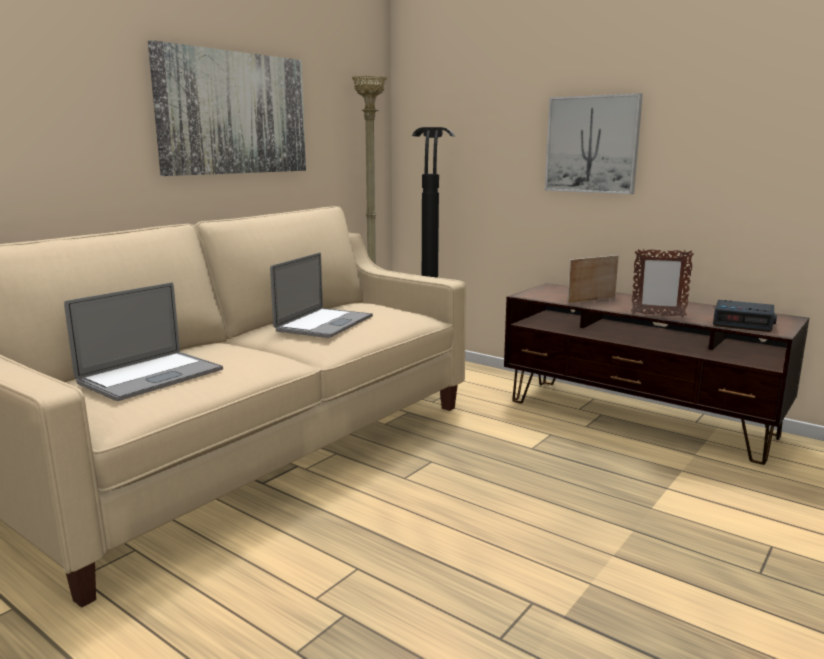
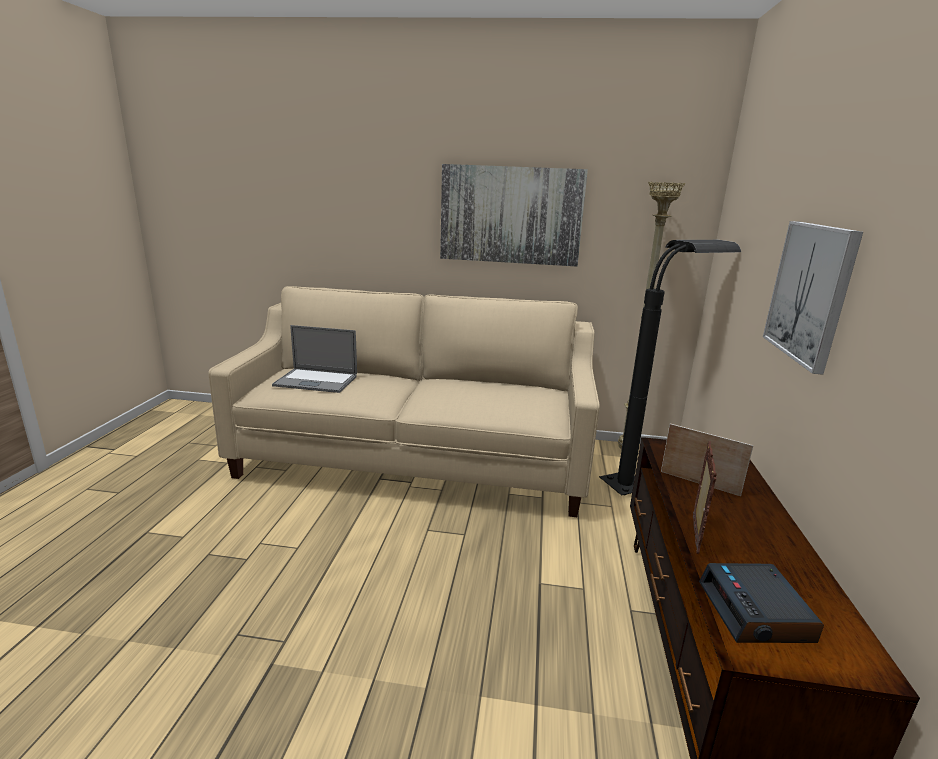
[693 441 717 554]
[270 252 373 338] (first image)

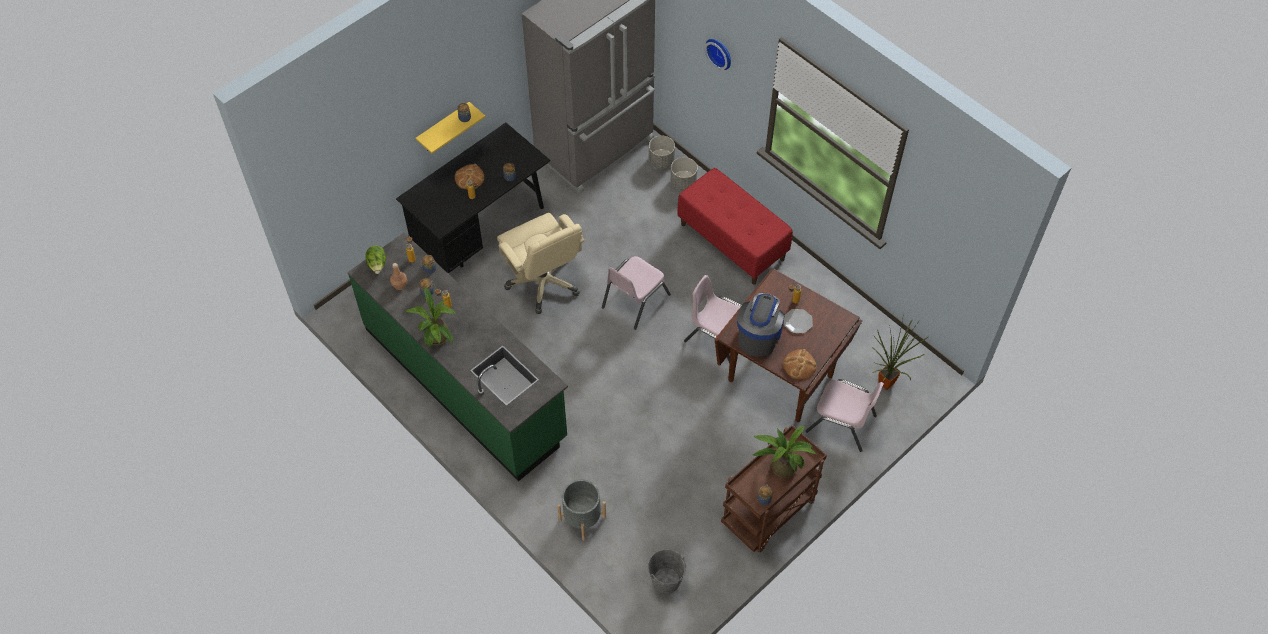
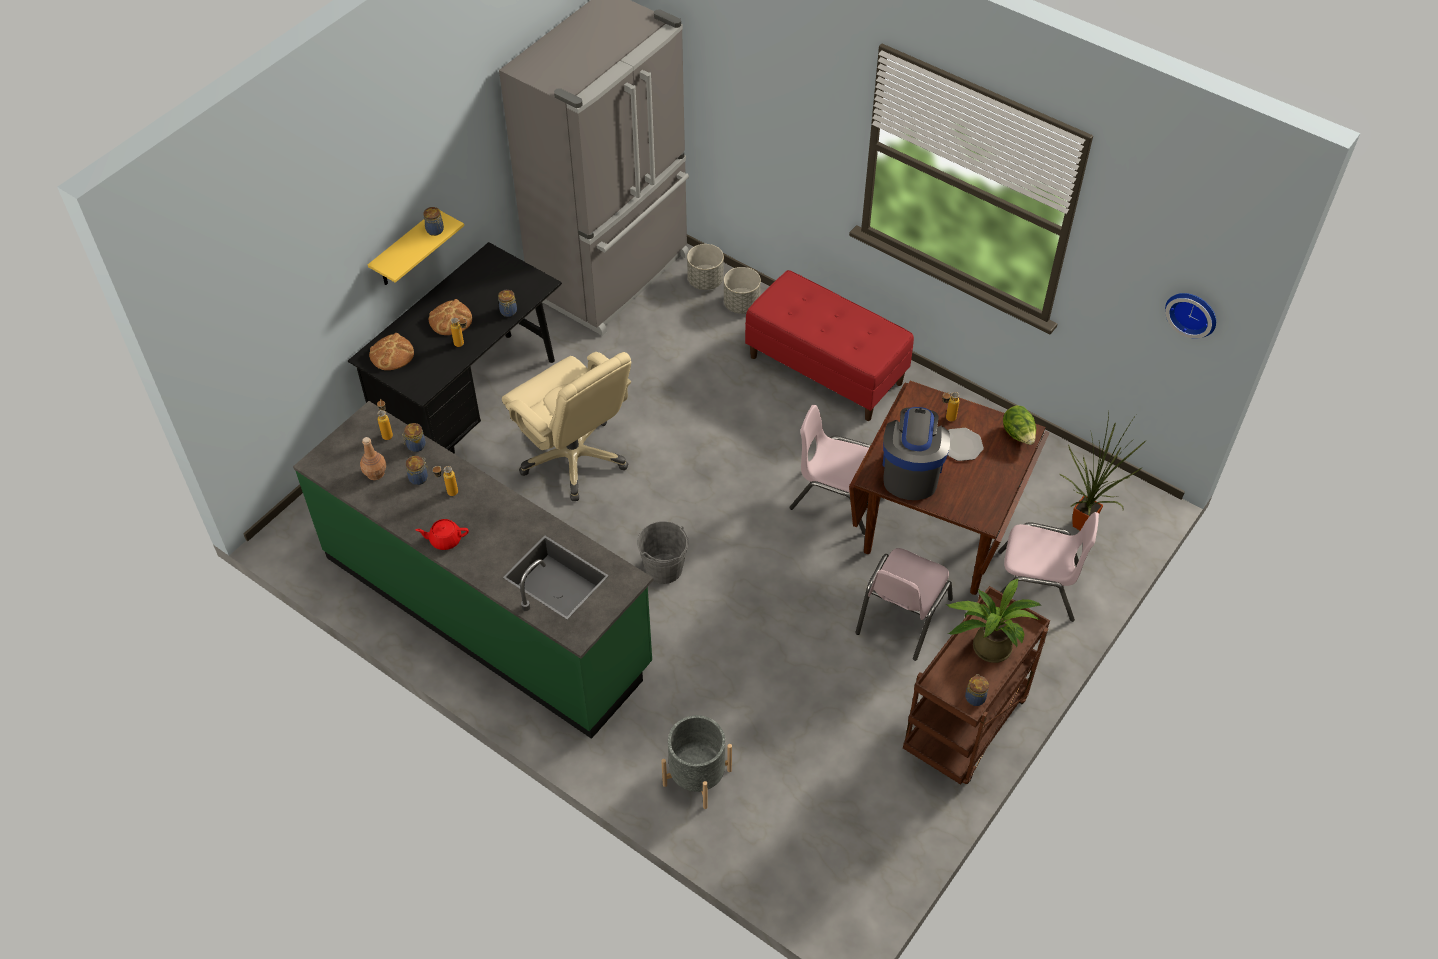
[369 333 414 370]
[416 519 469 550]
[637 521 688 584]
[855 548 953 661]
[1003 405 1036 445]
[1165 293 1216 339]

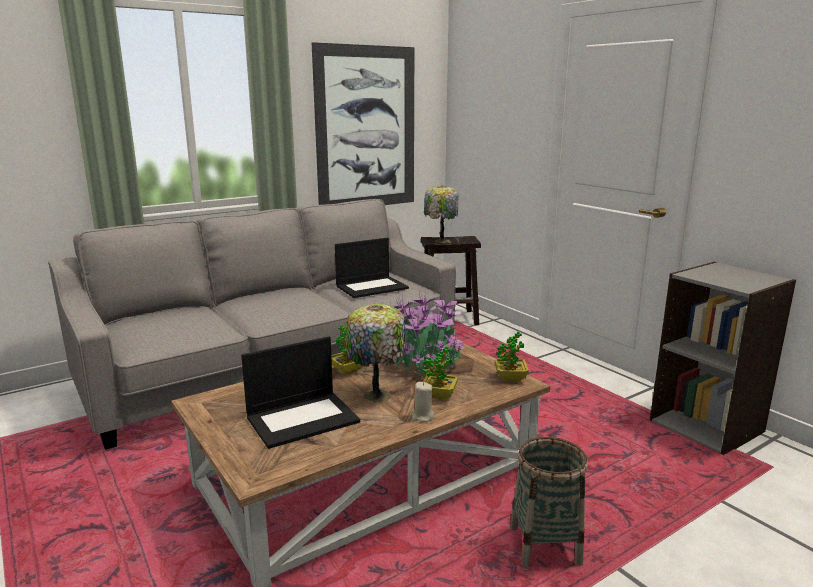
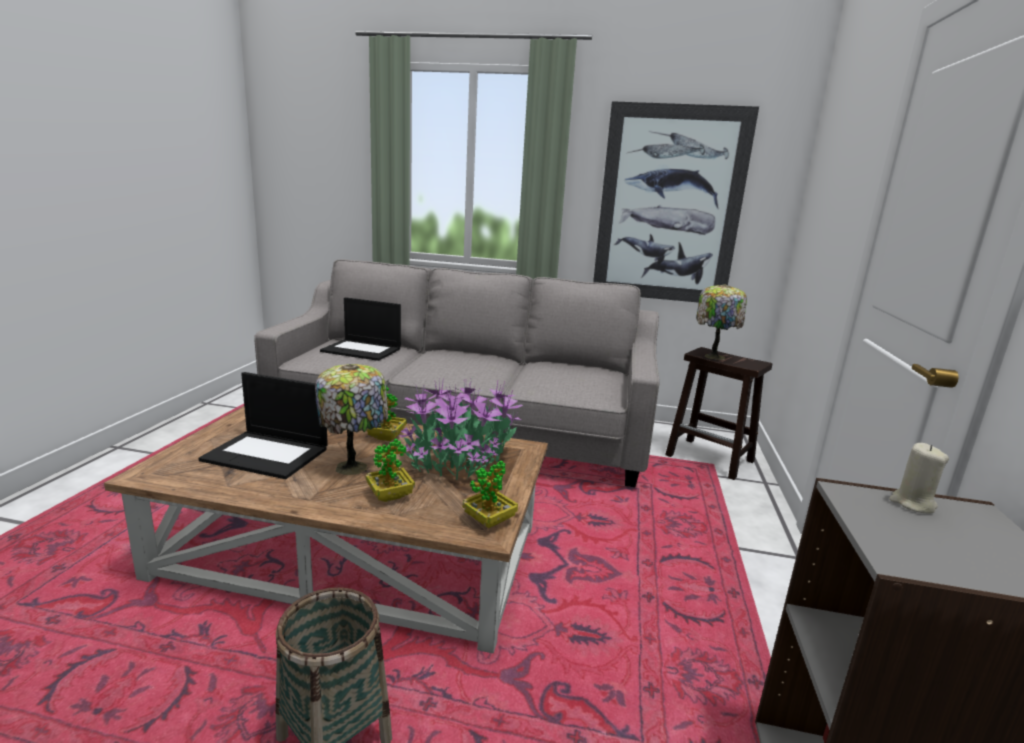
[320 297 401 361]
[889 443 949 513]

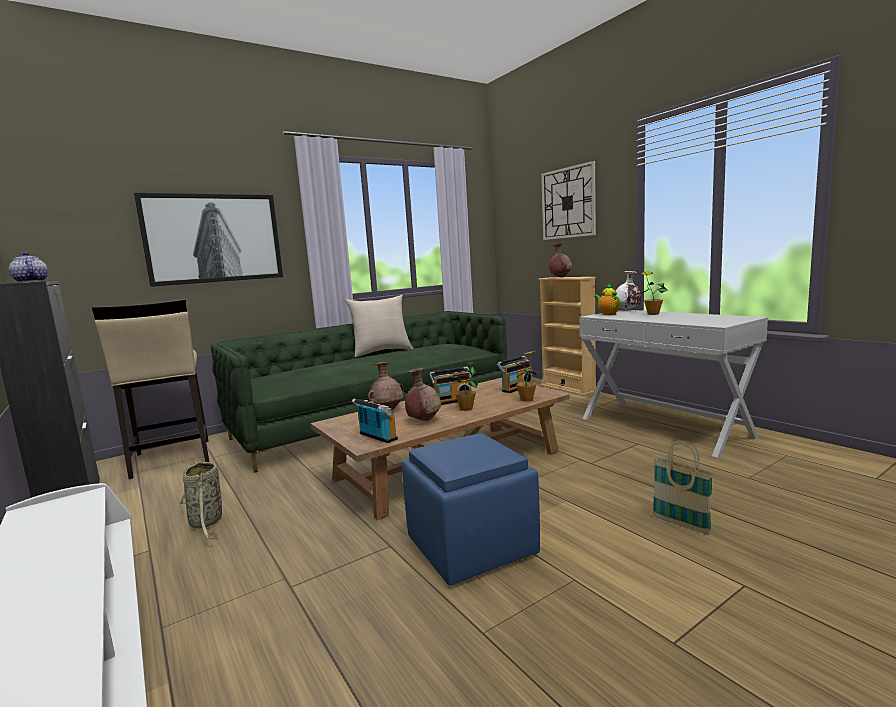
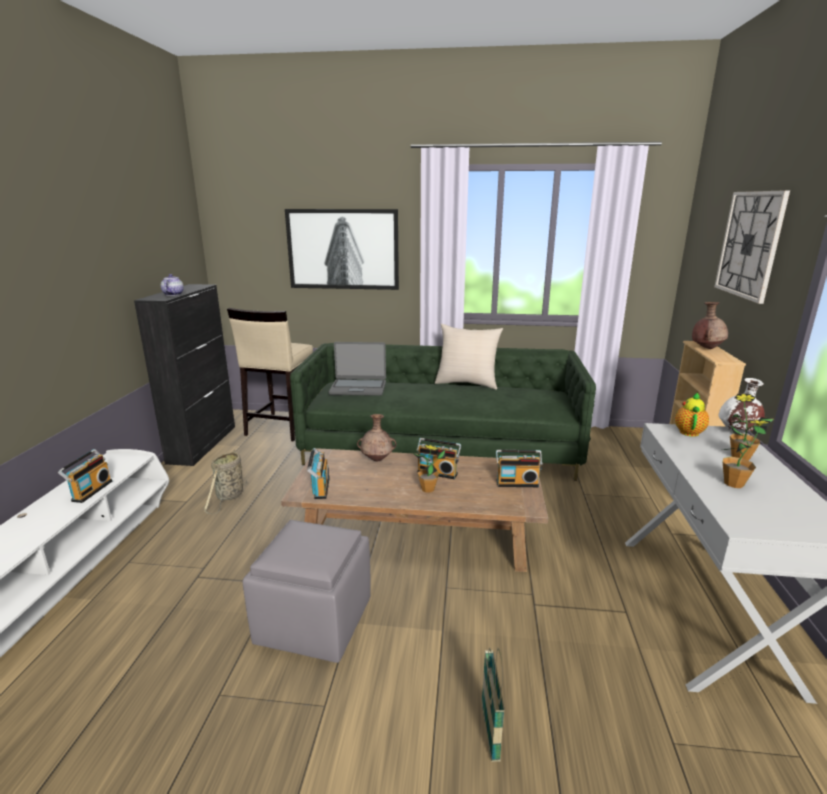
[58 449 112 503]
[243 520 371 663]
[329 342 386 396]
[723 420 770 488]
[405 368 441 421] (first image)

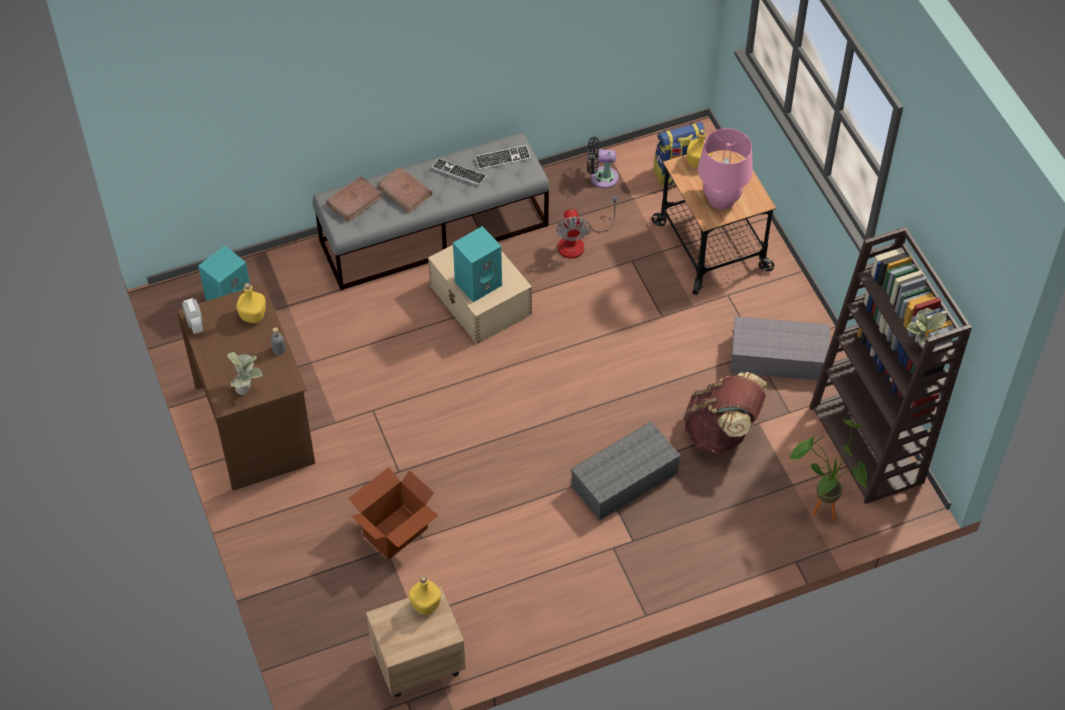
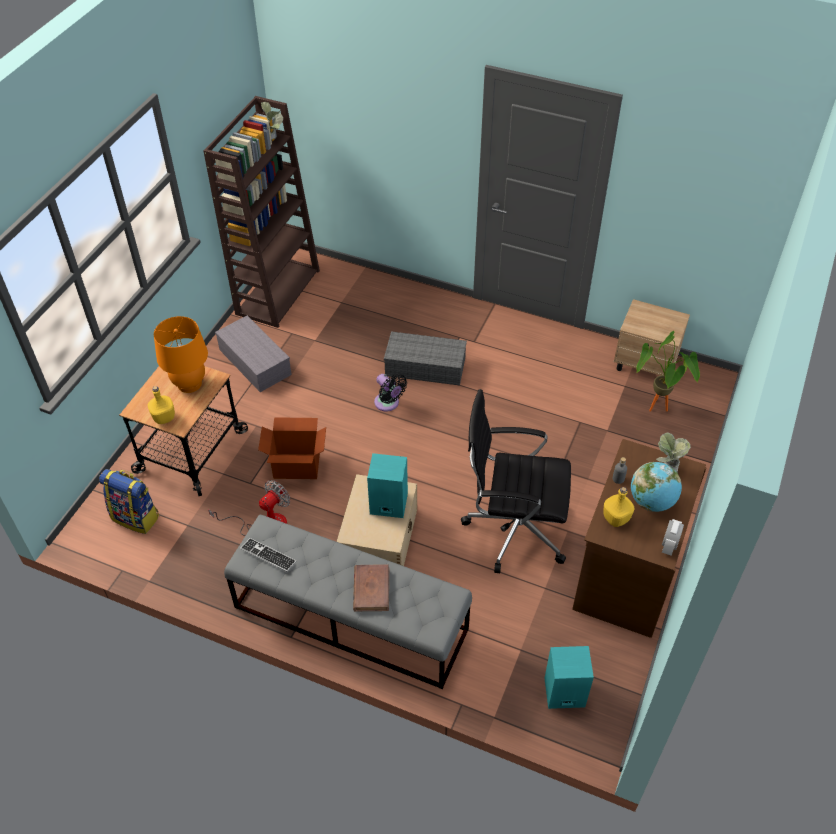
[154 316 208 393]
[258 417 326 479]
[374 374 407 411]
[461 389 571 573]
[631 462 682 512]
[636 331 700 412]
[326 176 383 222] (first image)
[409 576 441 615] (first image)
[432 158 487 185] (first image)
[684 372 767 455] (first image)

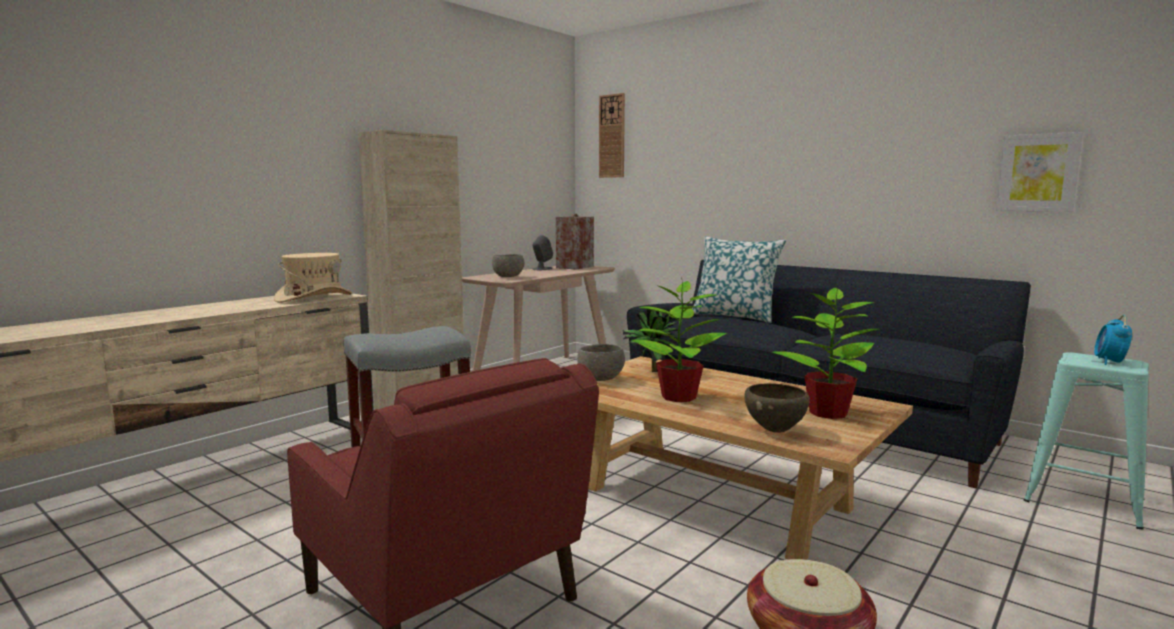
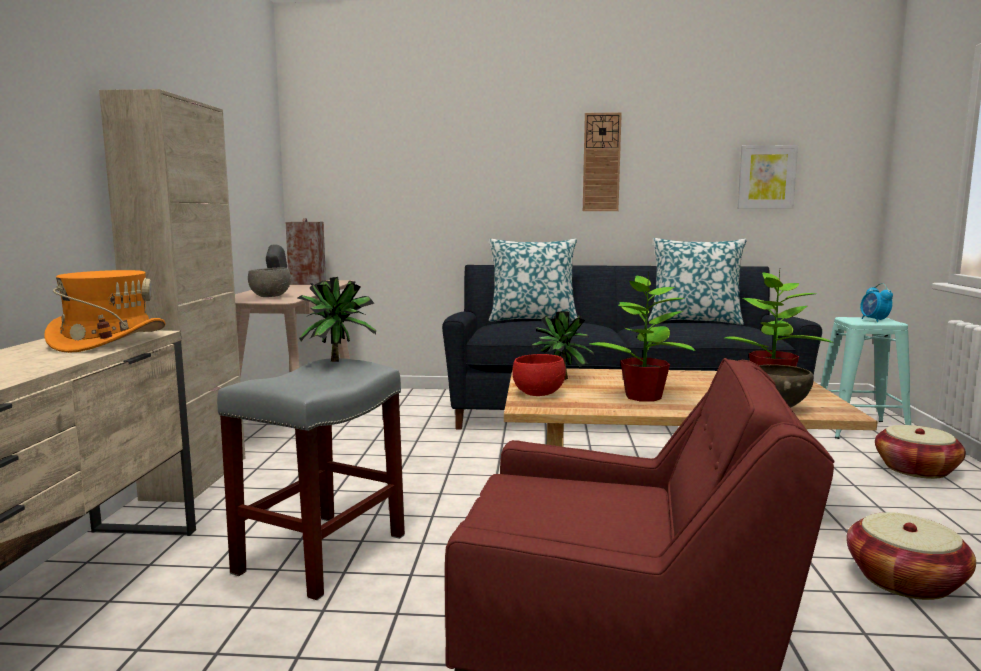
[44 270 166 353]
[297 277 376 362]
[512 354 566 396]
[583 112 622 211]
[648 238 747 325]
[875 425 966 479]

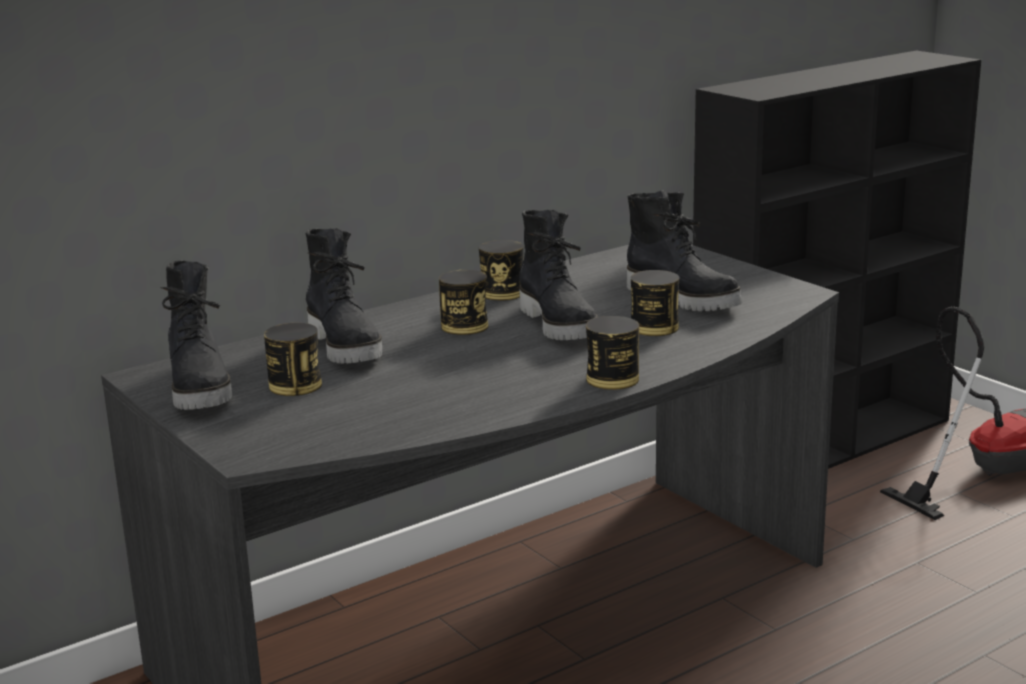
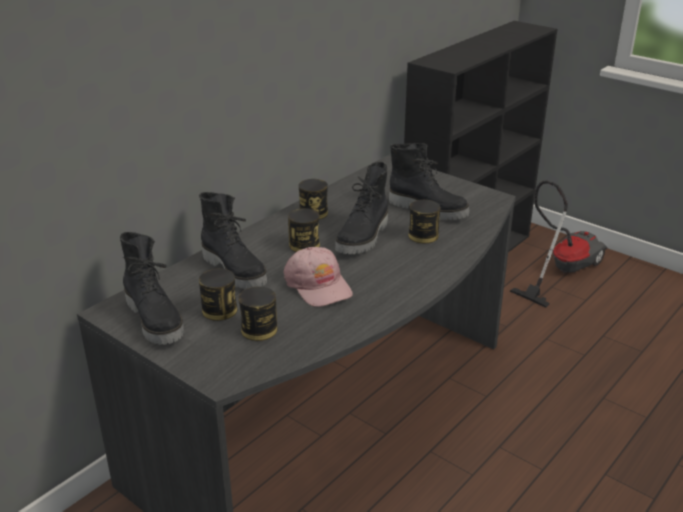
[239 287 277 341]
[284 247 353 307]
[335 162 388 254]

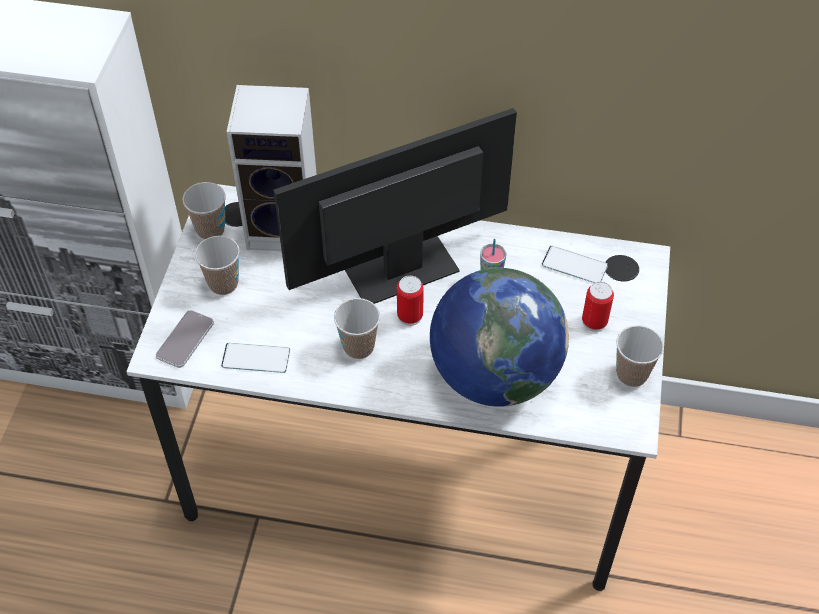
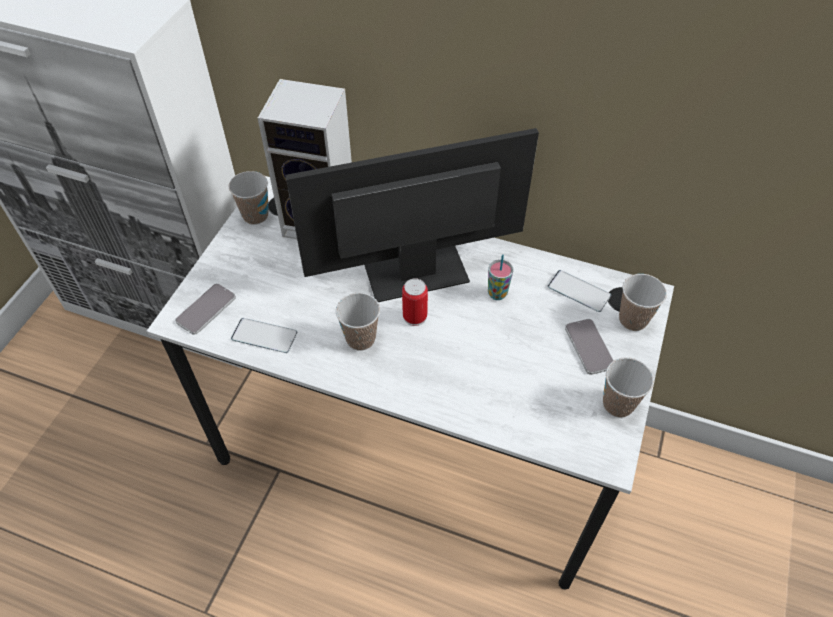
[565 319 614 375]
[619 274 667 331]
[430 268 569 407] (first image)

